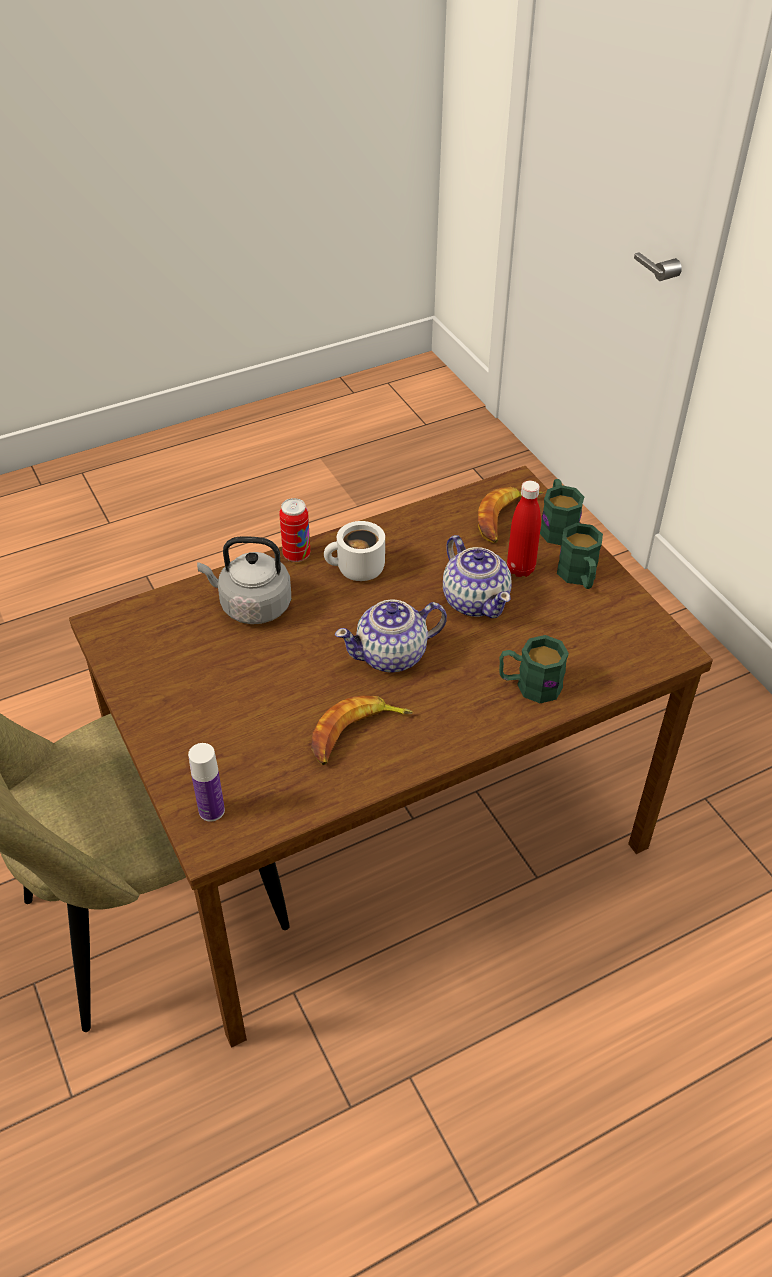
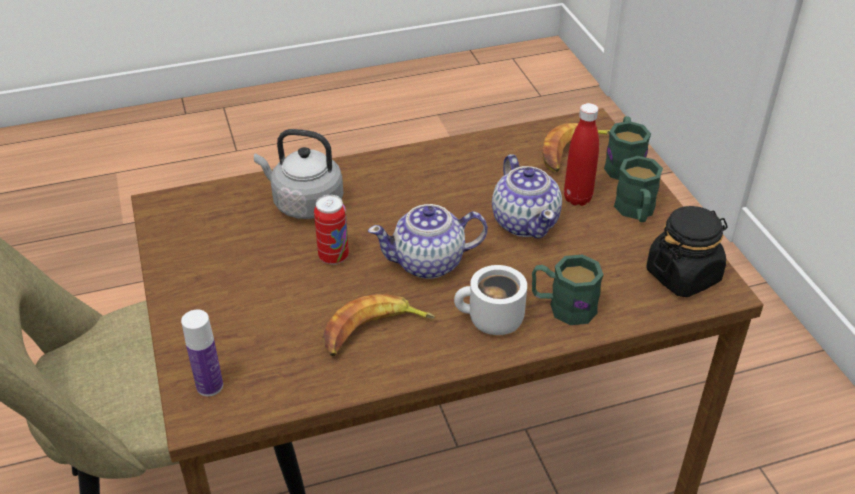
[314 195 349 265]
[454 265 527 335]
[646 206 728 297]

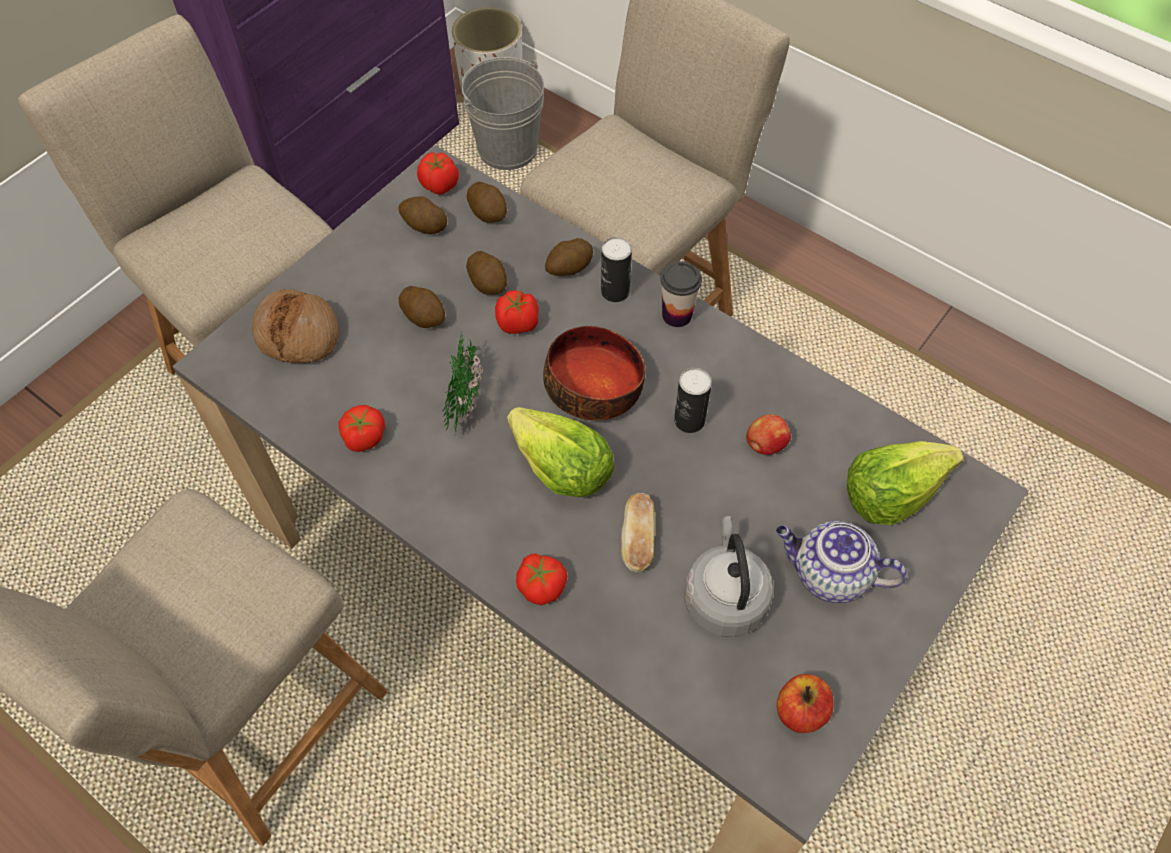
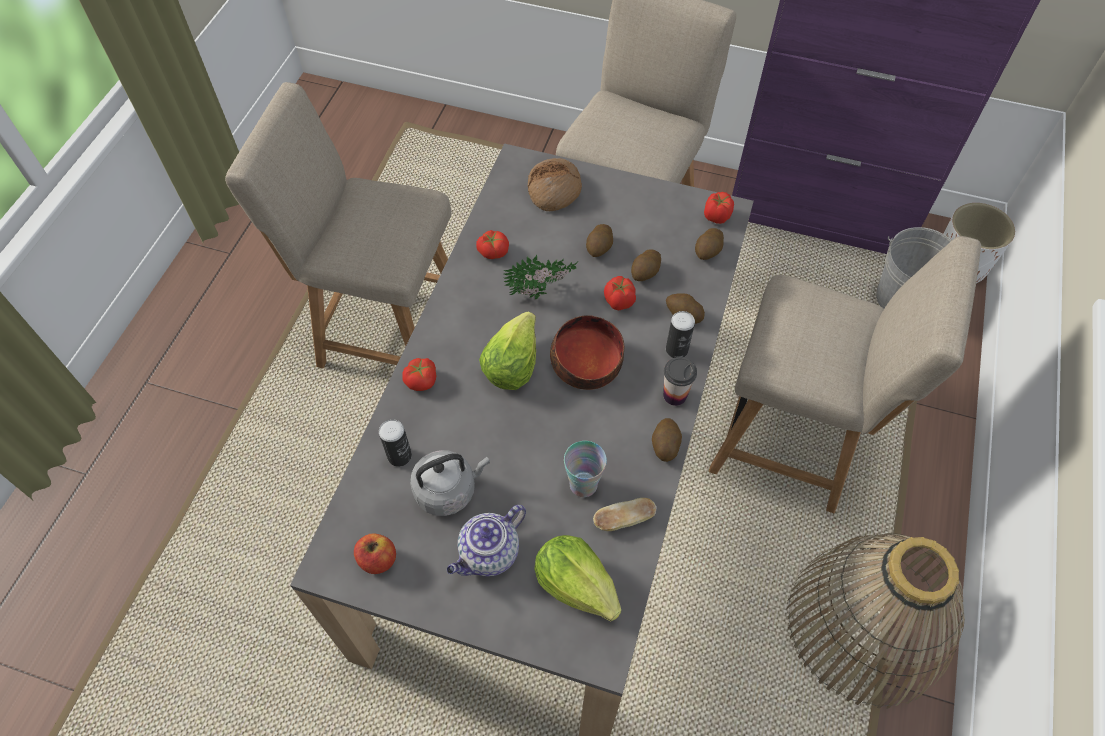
[379 419 412 467]
[447 505 526 577]
[564 441 607 497]
[593 498 657 531]
[652 418 682 462]
[786 533 965 709]

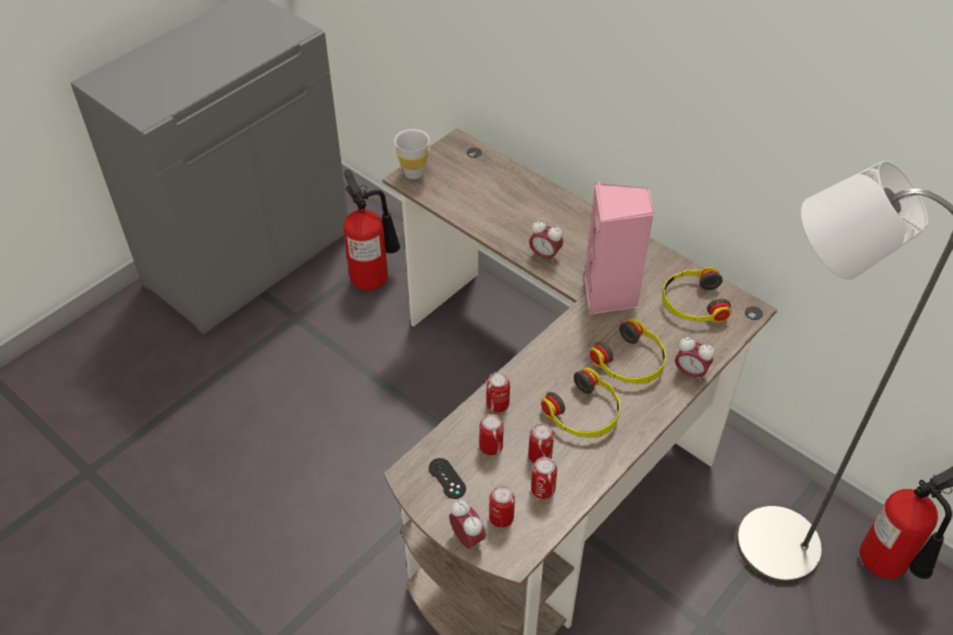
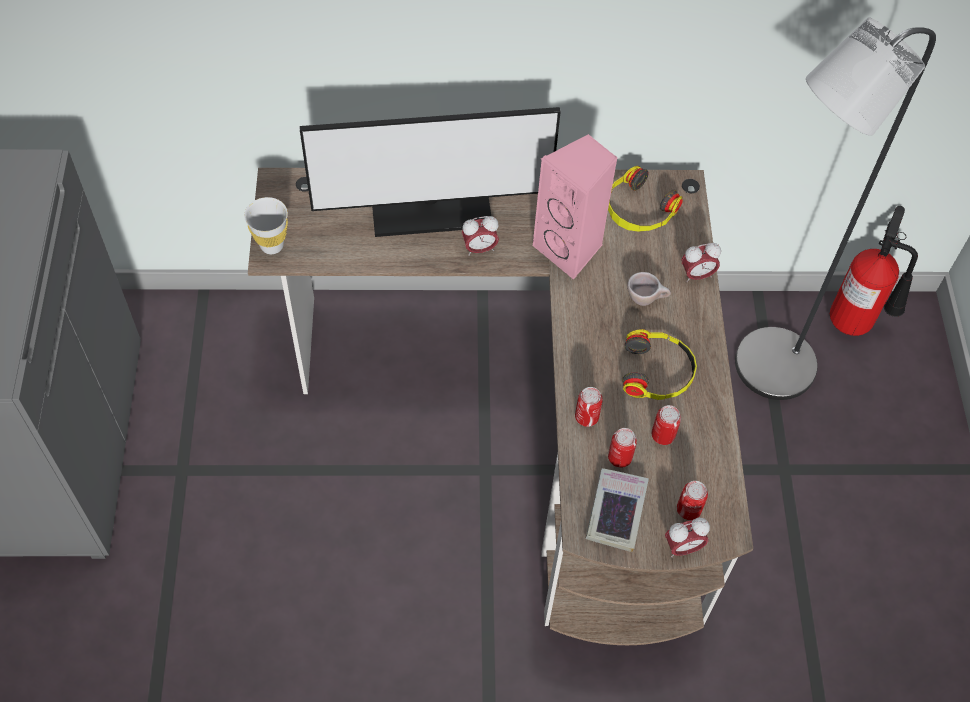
[299 107 561 237]
[585 468 649 552]
[627 272 671 306]
[665 518 710 557]
[343 170 400 291] (first image)
[531 457 557 499] (first image)

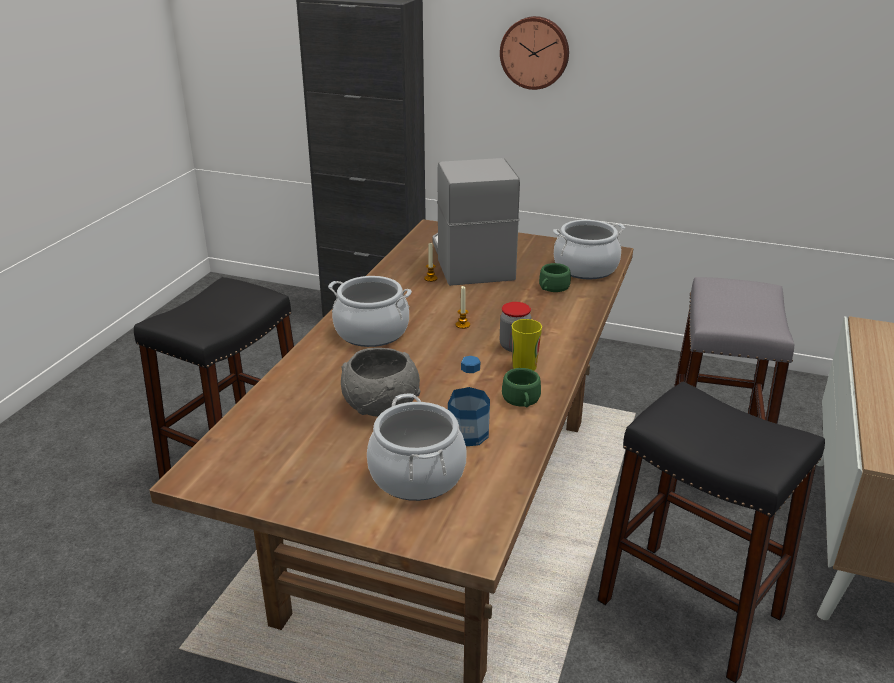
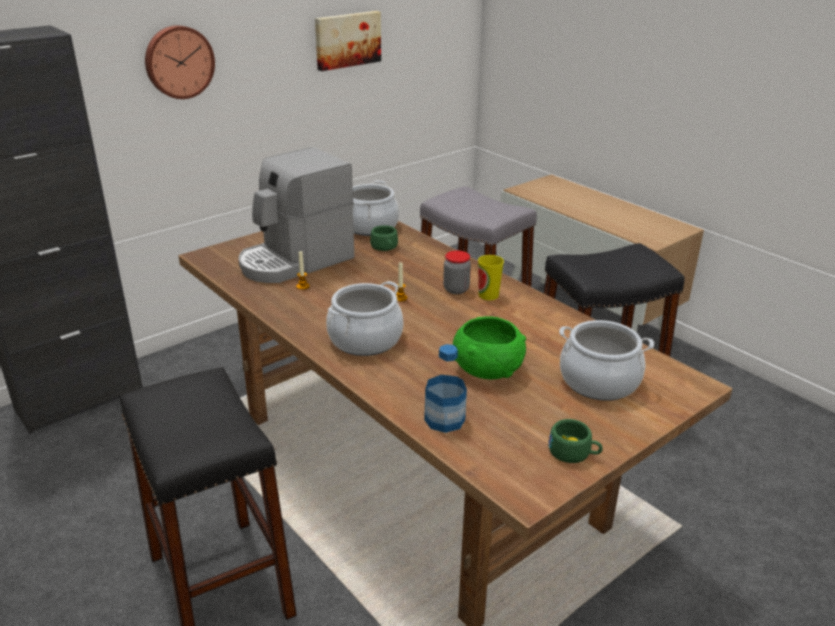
[238 147 354 283]
[315 11 381 71]
[424 344 467 433]
[453 316 526 380]
[548 419 603 463]

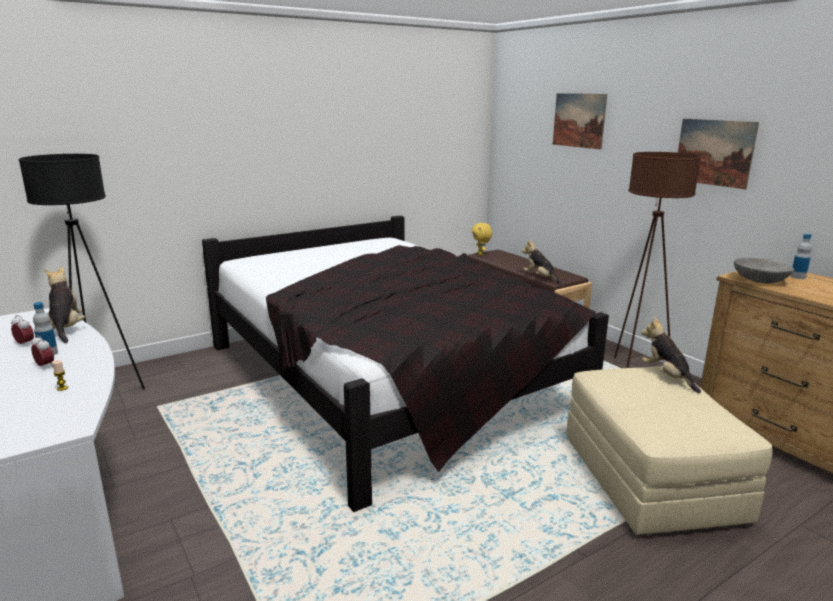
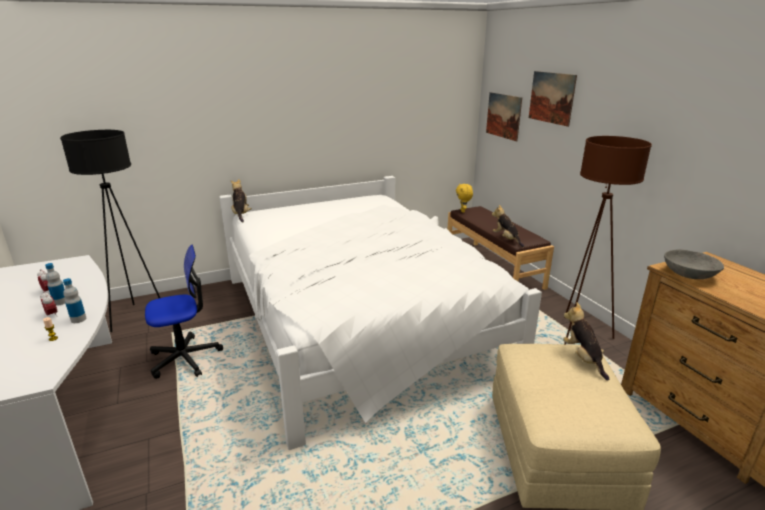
[63 278 86 323]
[145 244 223 379]
[219 176 542 450]
[231 179 252 223]
[486 92 522 141]

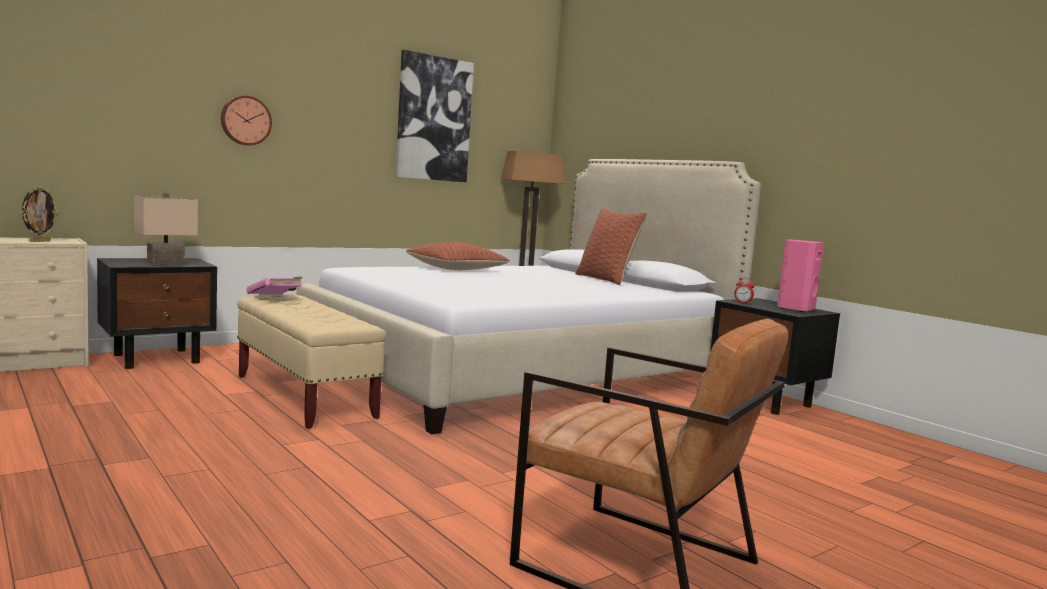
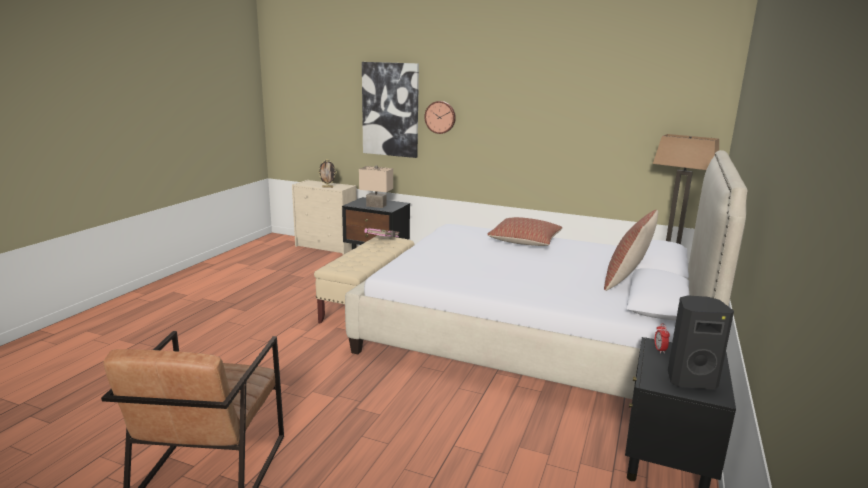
[362 62 419 158]
[668 295 734 390]

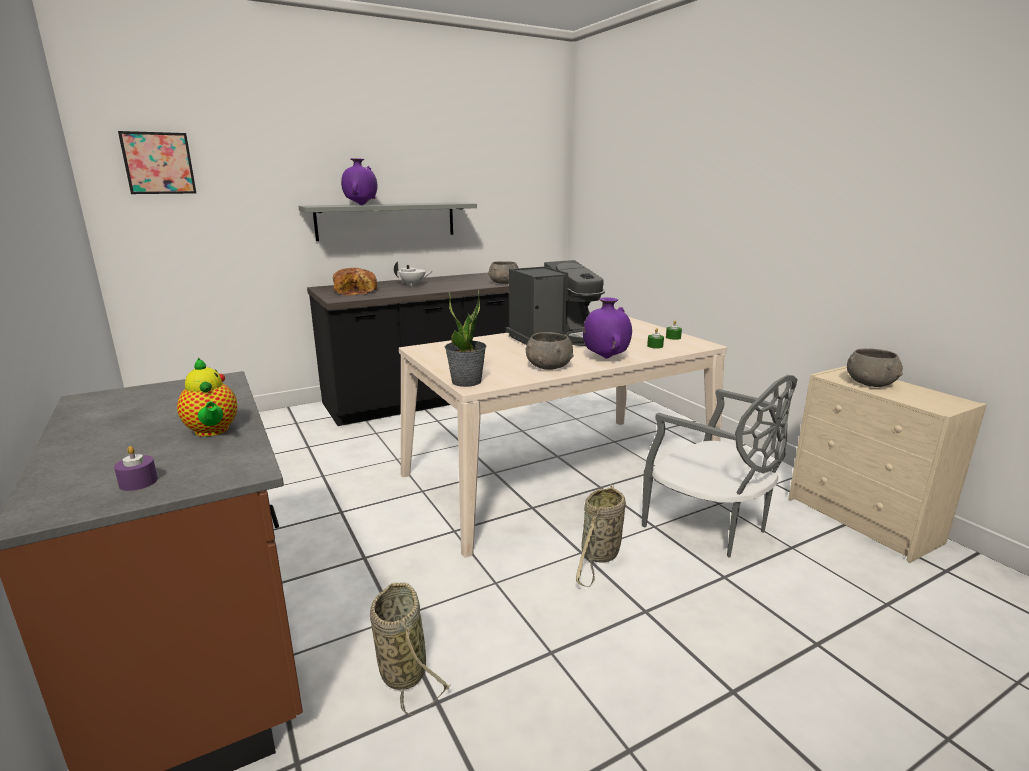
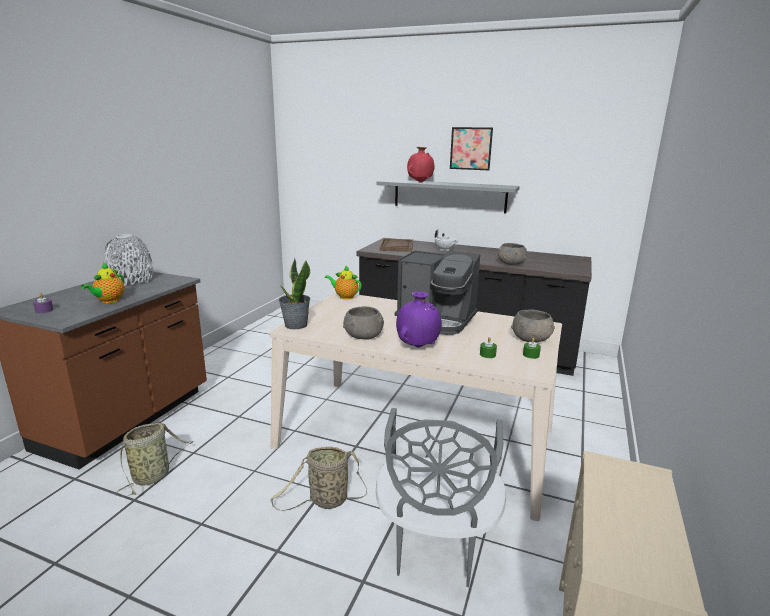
[104 234 153 286]
[325 266 362 300]
[380 238 413 252]
[407 147 435 183]
[450 127 493 170]
[511 310 555 342]

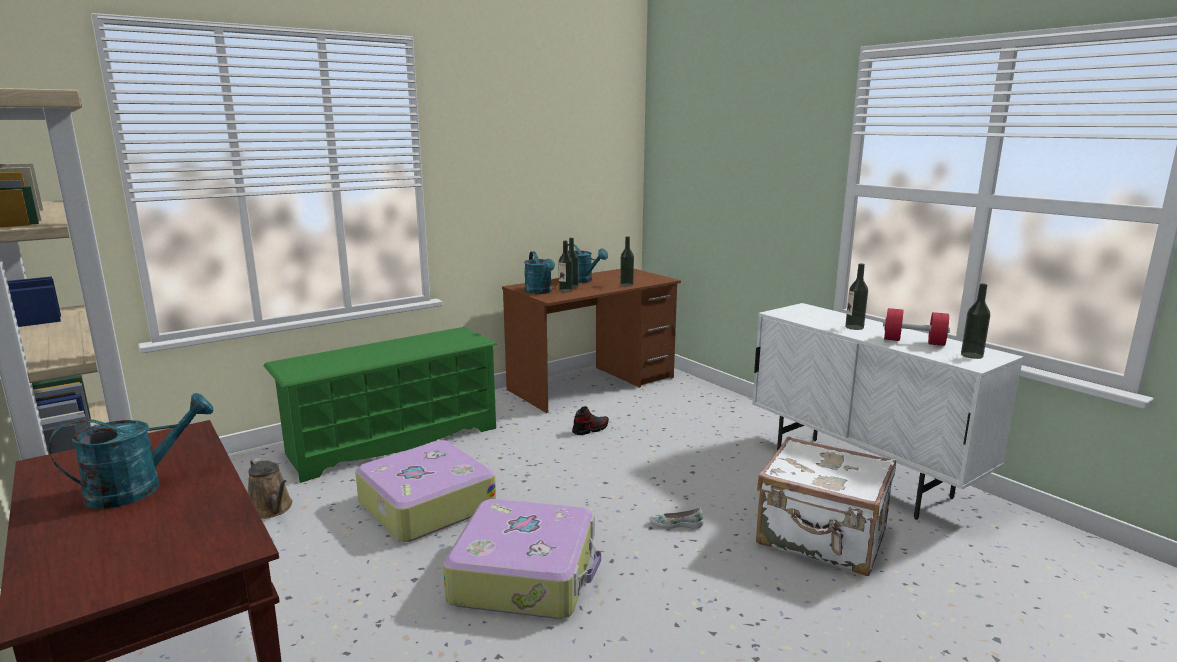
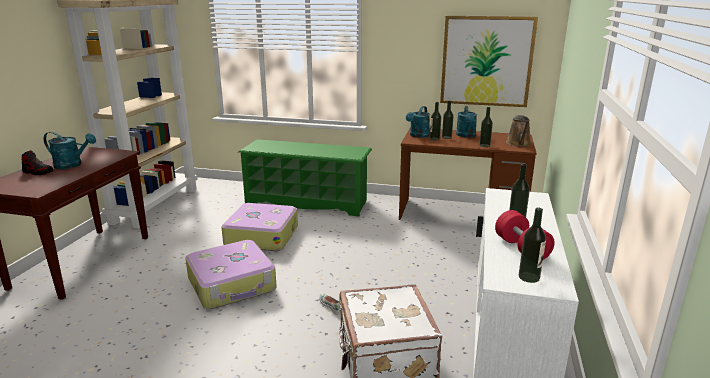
[21 150 53 175]
[440 16 538 107]
[506 115 531 147]

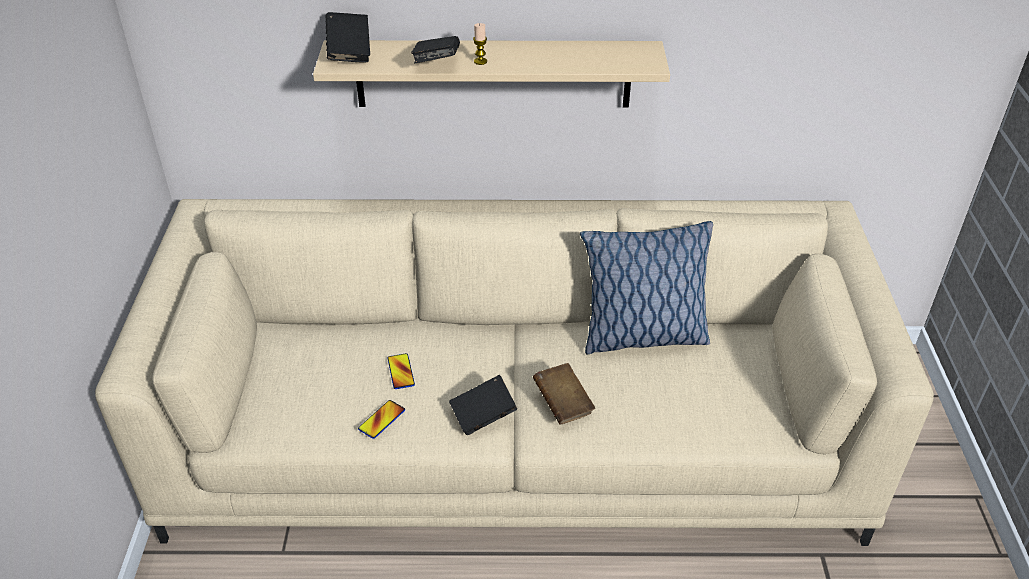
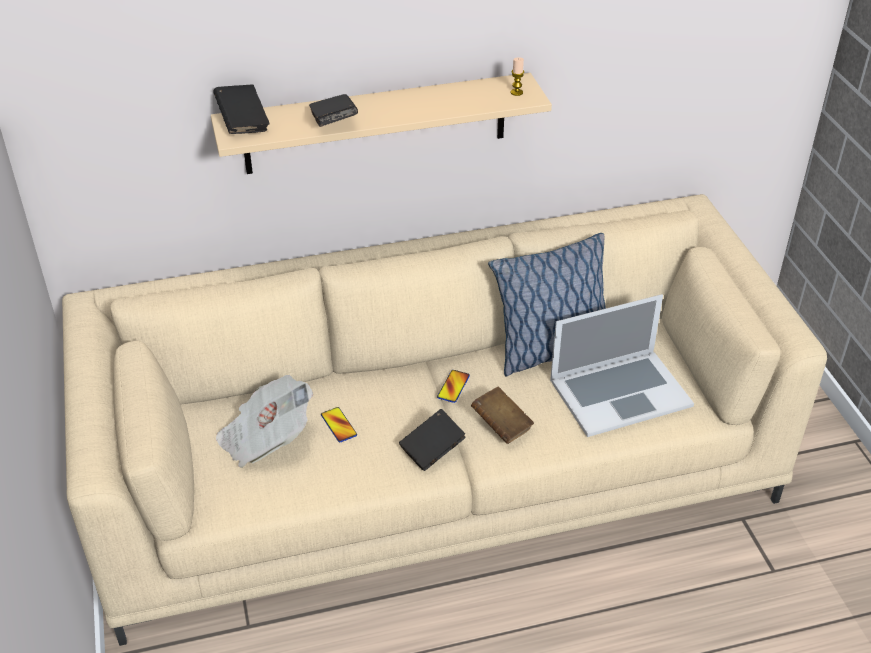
[216 375 313 468]
[437 370 470 403]
[511 57 524 96]
[550 294 694 437]

